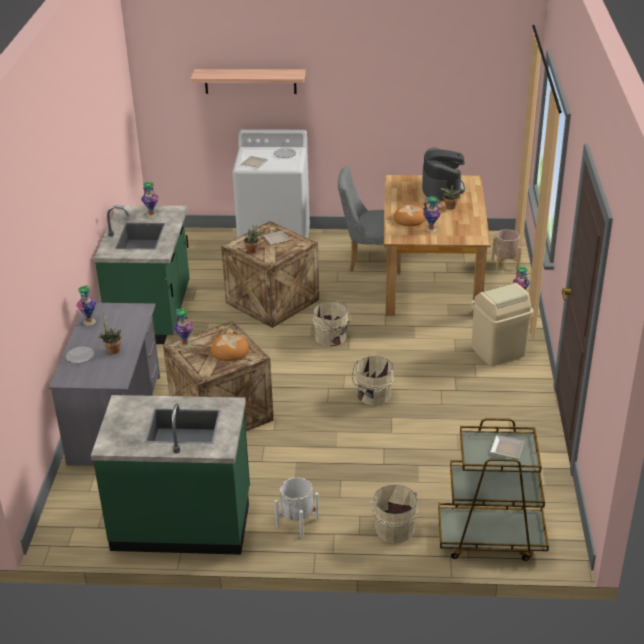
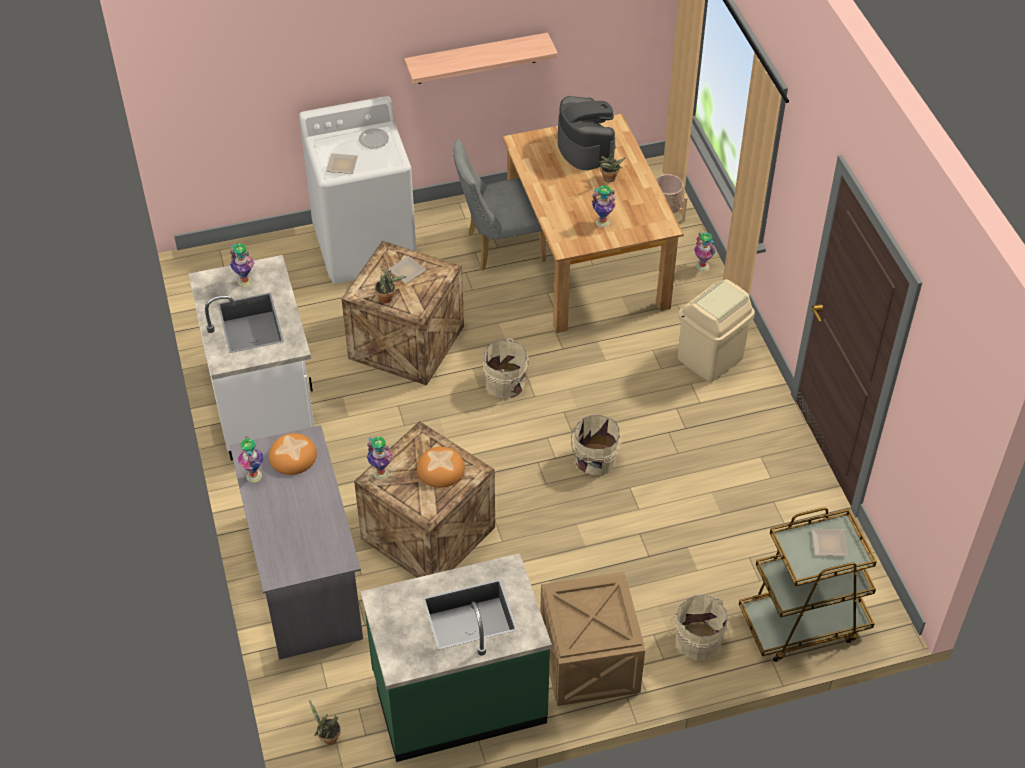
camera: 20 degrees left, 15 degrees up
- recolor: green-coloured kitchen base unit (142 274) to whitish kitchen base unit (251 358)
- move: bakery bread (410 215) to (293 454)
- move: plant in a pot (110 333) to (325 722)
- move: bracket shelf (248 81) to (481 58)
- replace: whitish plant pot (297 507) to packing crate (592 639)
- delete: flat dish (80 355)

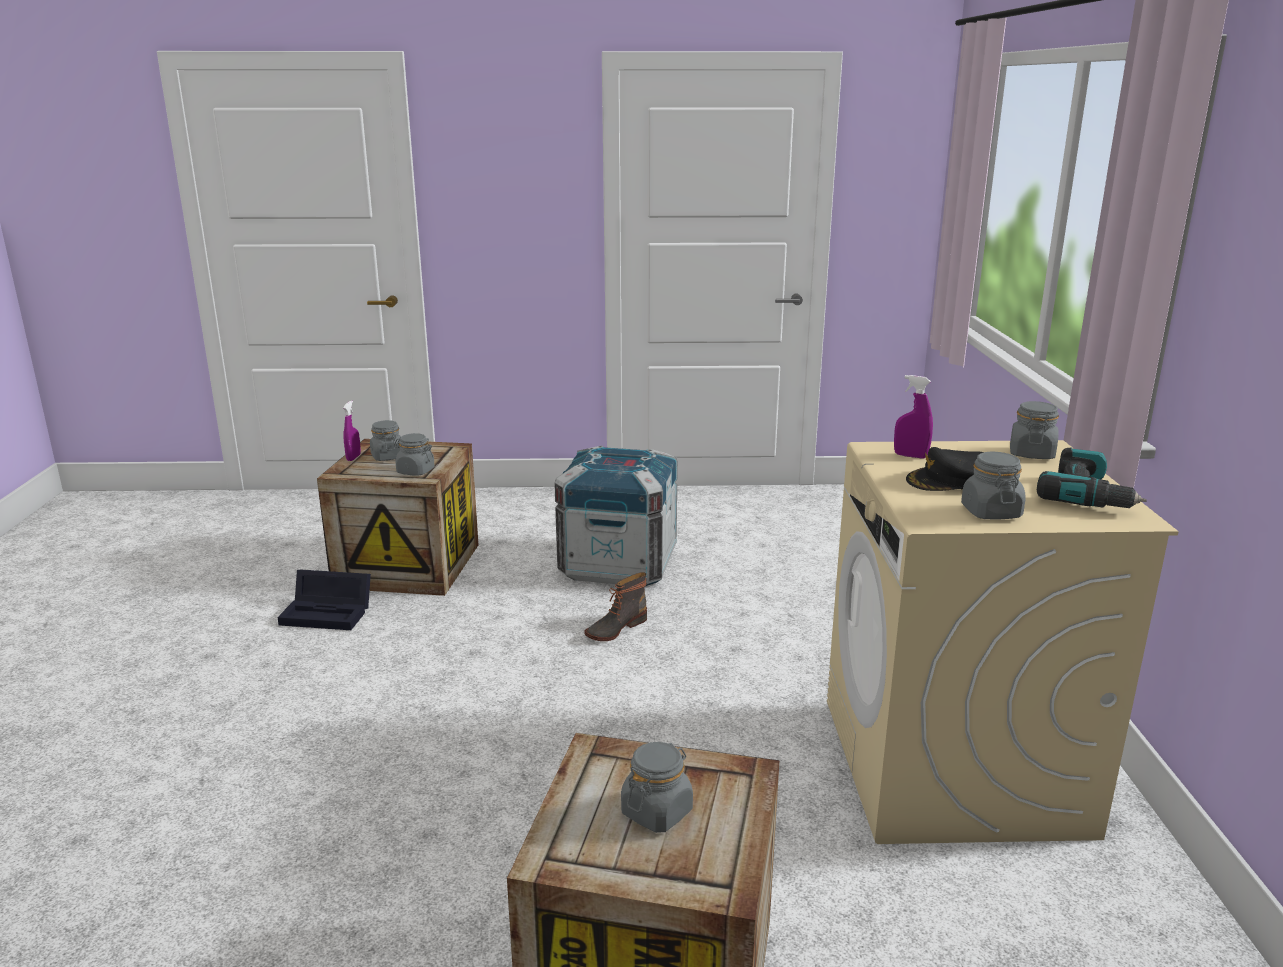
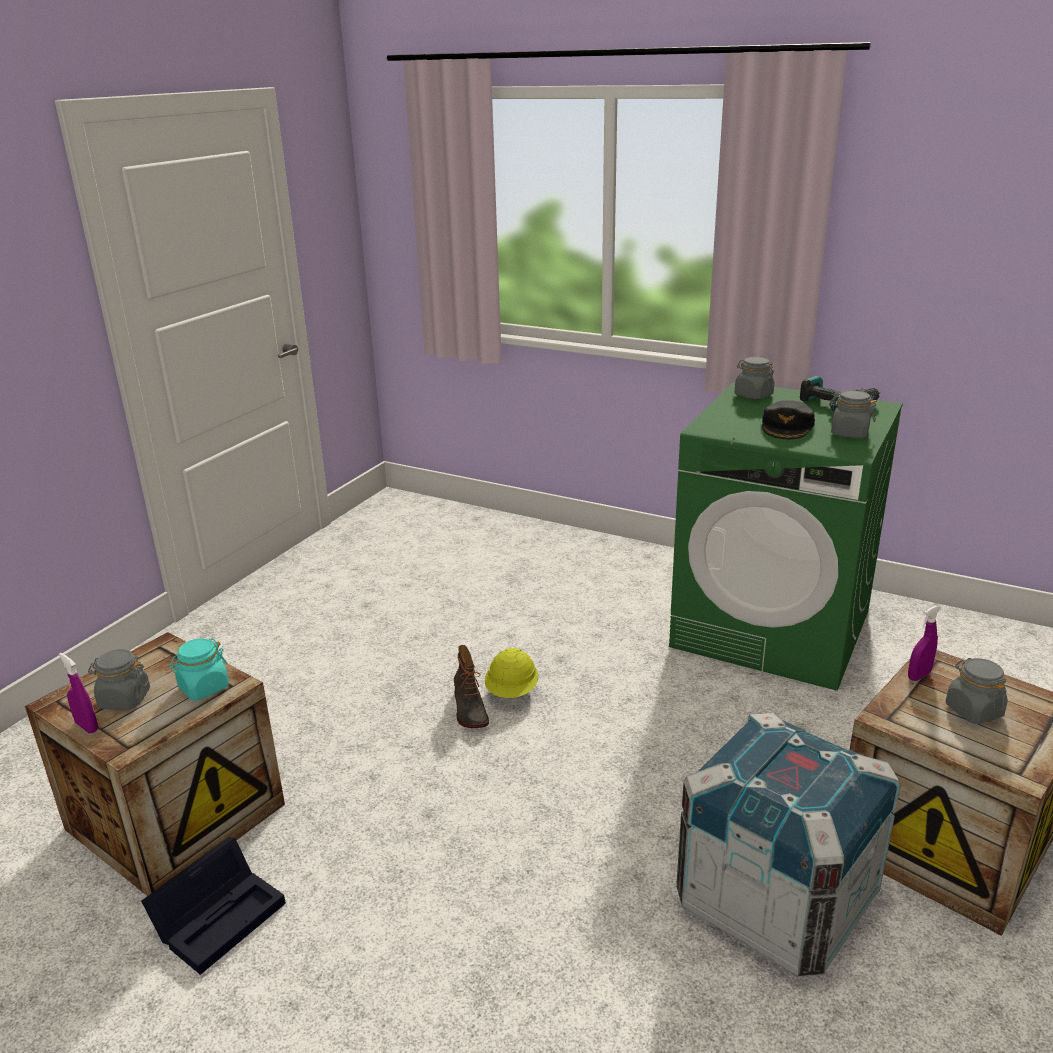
camera: 60 degrees left, 5 degrees up
- recolor: grey preserve jar (414 454) to turquoise preserve jar (199 669)
- insert: yellow-coloured hard hat (511 673)
- recolor: sand-coloured laundry appliance (1003 642) to green-coloured laundry appliance (786 536)
- move: packing crate (616 516) to (788 845)
- move: purple sprayer (913 417) to (924 643)

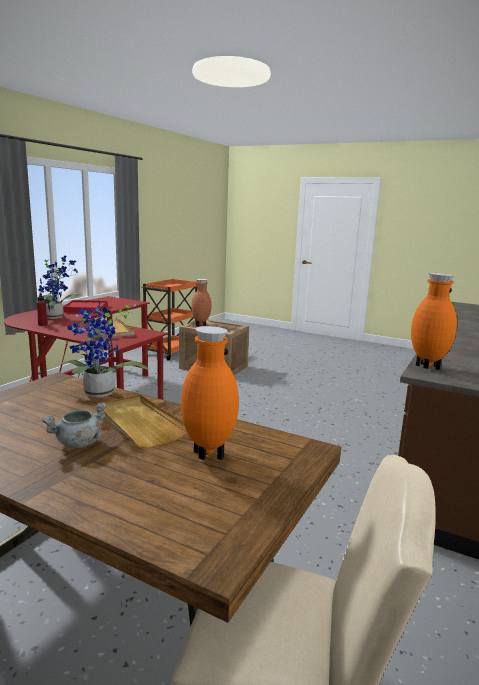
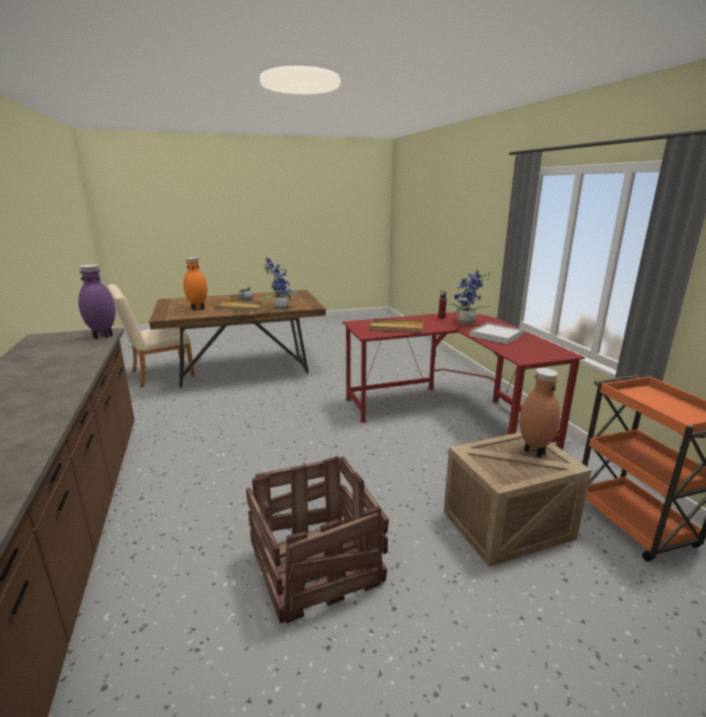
camera: 135 degrees right, 5 degrees up
- recolor: orangey vase (434 321) to purple vase (96 302)
- insert: packing crate (317 539)
- recolor: red tray (85 306) to whitish tray (497 333)

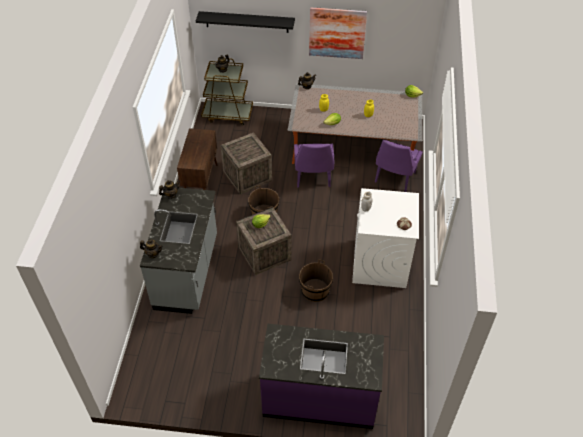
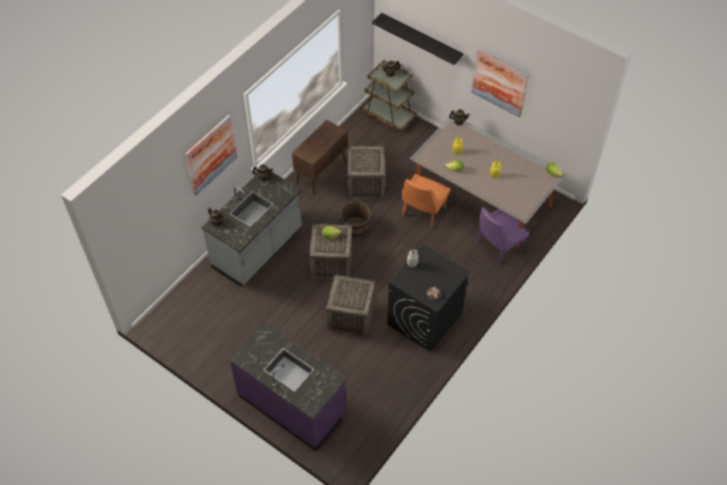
camera: 30 degrees right, 5 degrees up
- insert: picture (211 155)
- replace: brown-coloured pail (316 280) to packing crate (350 305)
- recolor: whitish laundry appliance (385 238) to black laundry appliance (428 298)
- recolor: purple upright chair (314 165) to orangey upright chair (426 201)

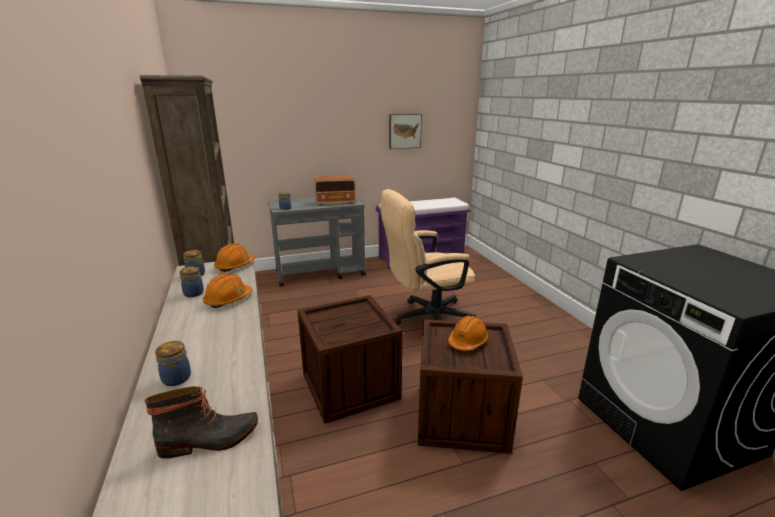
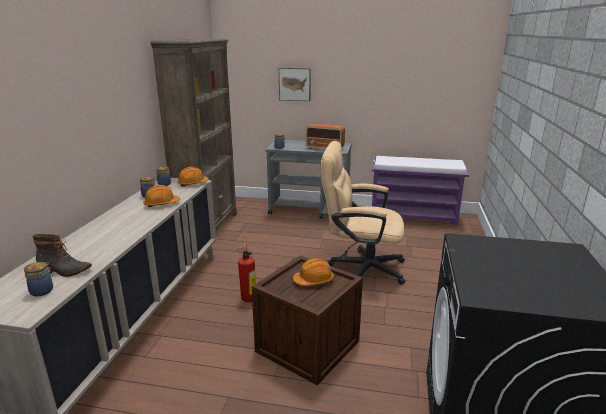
camera: 30 degrees right, 0 degrees up
- move: preserve jar (173 363) to (38 279)
- replace: packing crate (350 359) to fire extinguisher (246 269)
- move: picture (405 131) to (295 84)

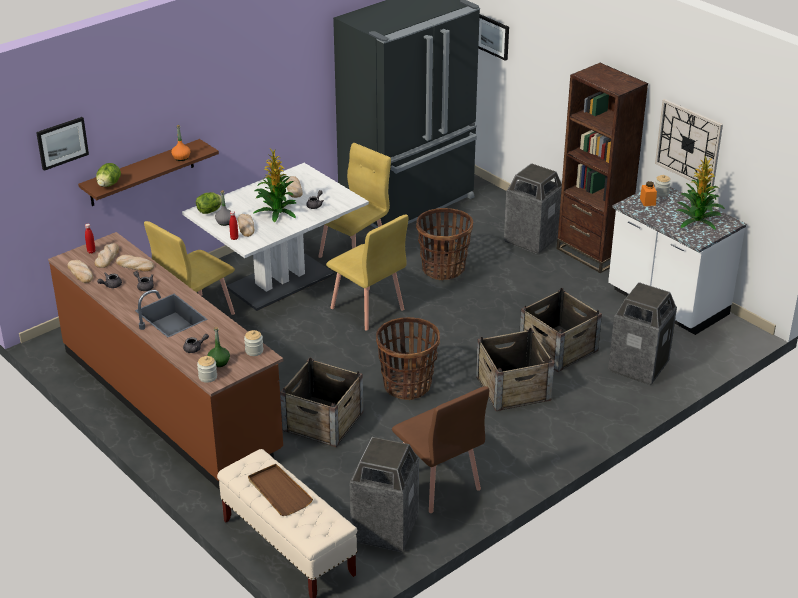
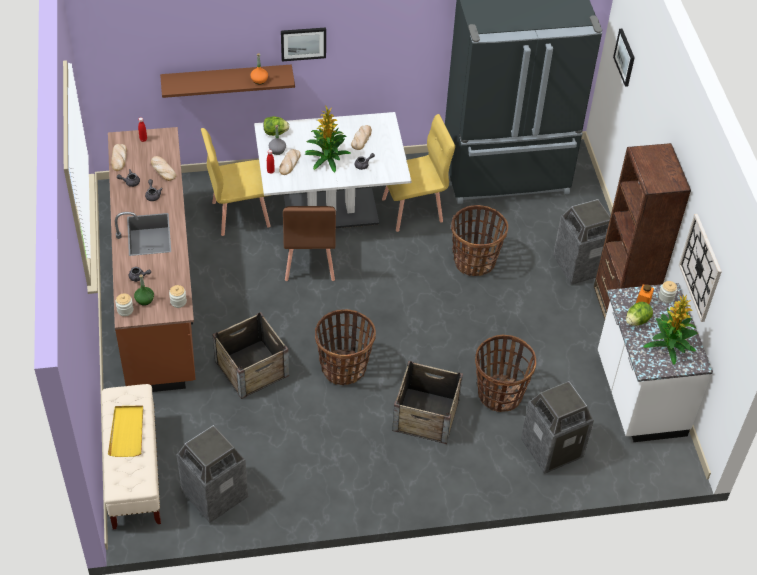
camera: 30 degrees right, 15 degrees up
- recolor: brown-coloured tray (280 490) to yellow-coloured tray (125 431)
- move: picture (62 144) to (303 44)
- move: brown-coloured upright chair (440 449) to (309 243)
- replace: packing crate (561 330) to storage basket (505 373)
- move: head of lettuce (108 175) to (639 314)
- delete: bakery bread (107 255)
- delete: yellow-coloured upright chair (367 272)

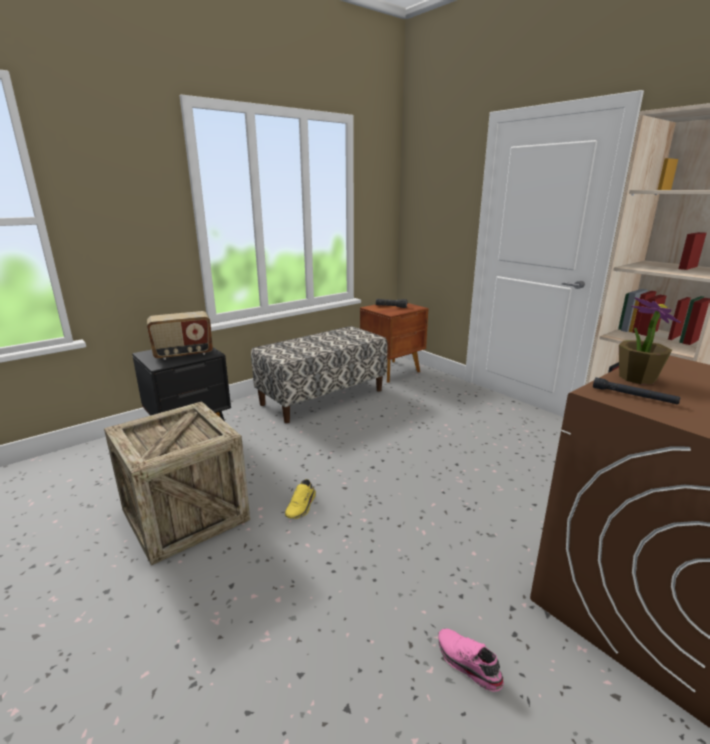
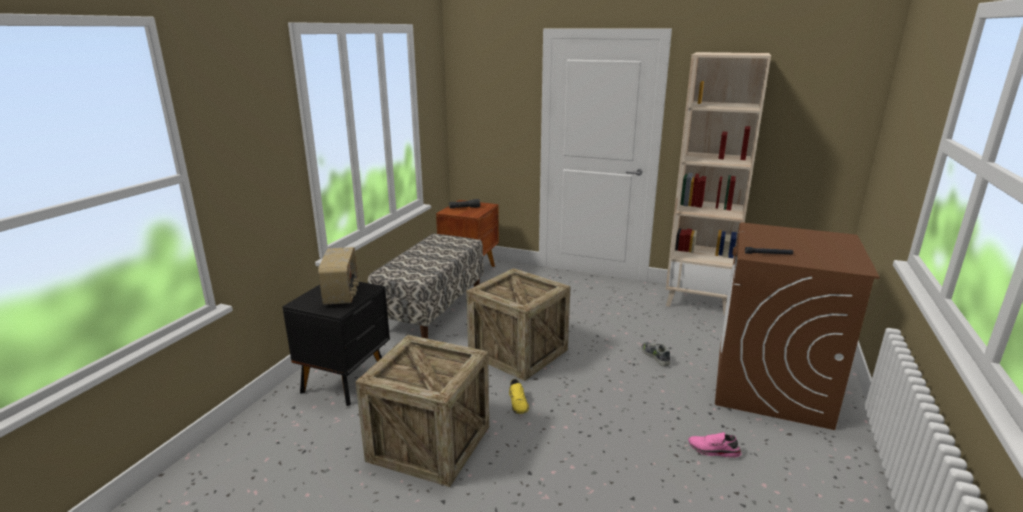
camera: 30 degrees left, 0 degrees up
- rotate: radio (180 335) = (339 276) 45 degrees counterclockwise
- insert: packing crate (518 324)
- insert: low shoe (655 354)
- delete: plant in a pot (650 340)

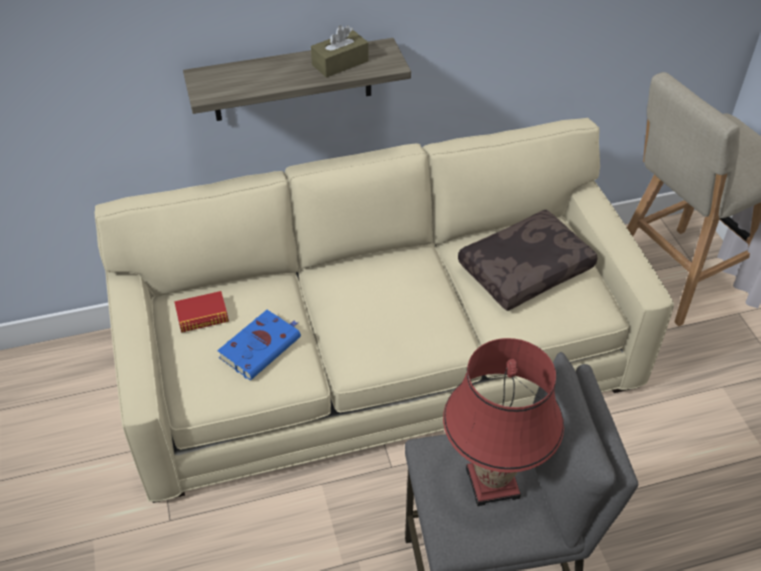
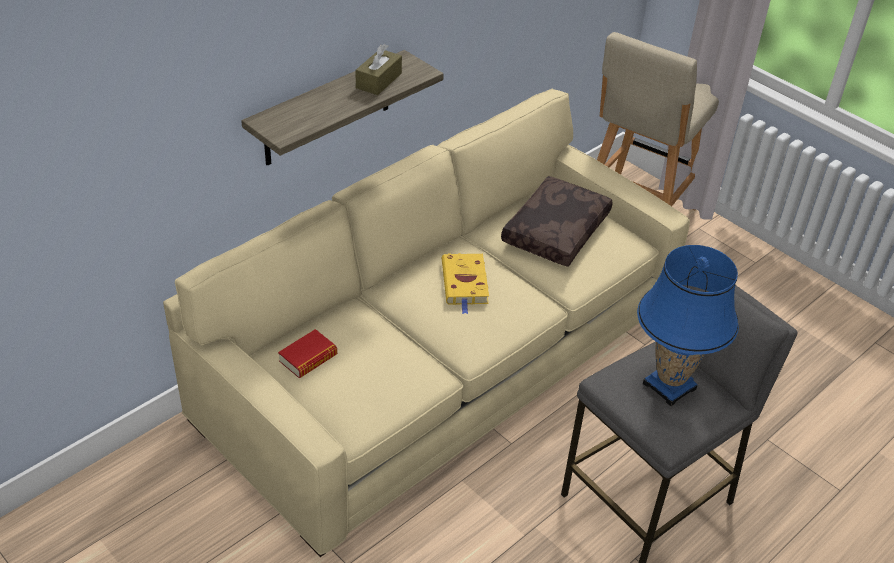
camera: 30 degrees left, 5 degrees down
- insert: yellow-coloured volume (465 283)
- recolor: red lamp for a table (503 422) to blue lamp for a table (688 325)
- delete: blue volume (259 345)

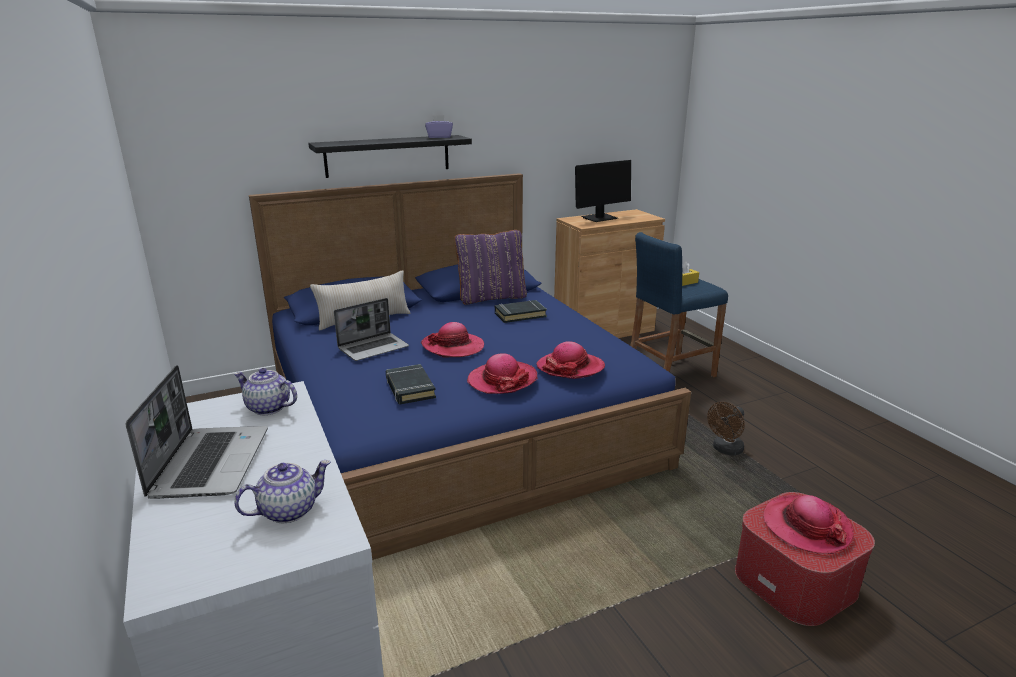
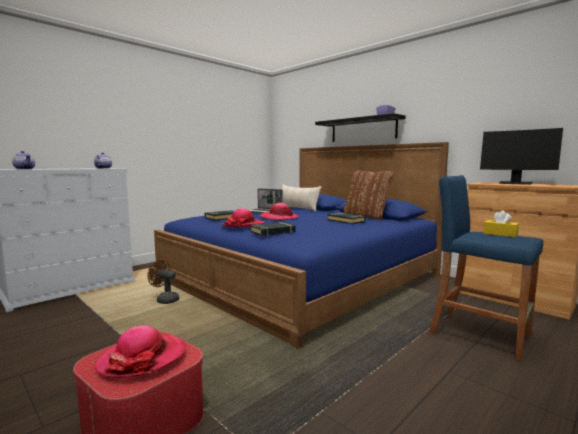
camera: 70 degrees right, 15 degrees down
- move: brown-coloured fan (726 428) to (163 282)
- replace: hat (570 360) to black volume (273 229)
- recolor: purple throw pillow (491 267) to brown-coloured throw pillow (369 195)
- delete: portable computer (197 432)

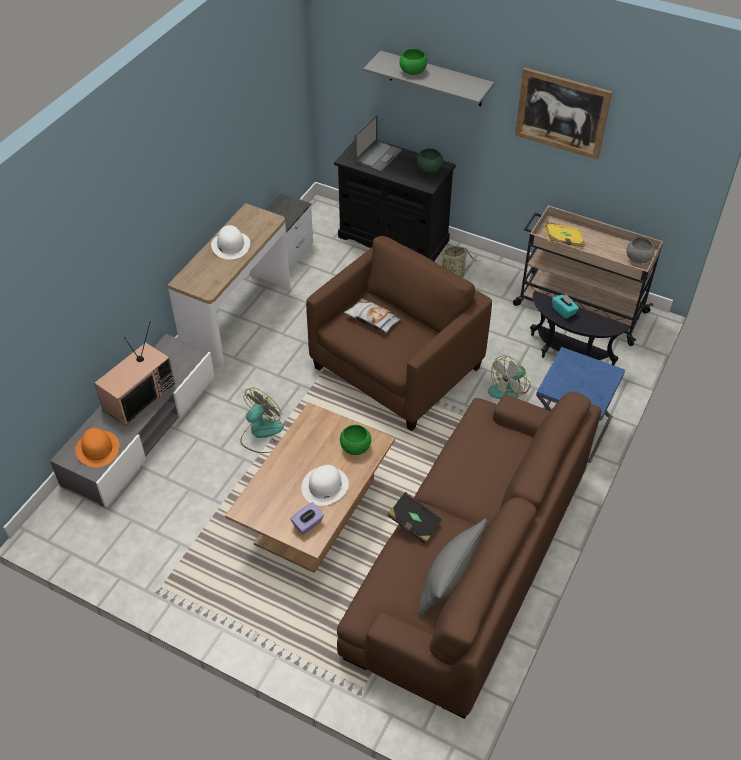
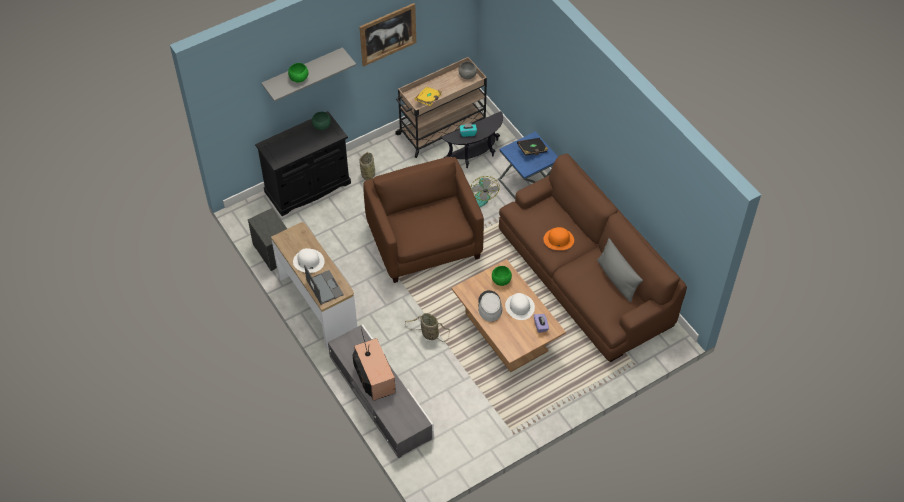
camera: 60 degrees left, 5 degrees up
- move: portable computer (378 143) to (324 285)
- replace: fan (262 420) to storage basket (427 327)
- insert: grey hat (490 306)
- move: black volume (414 518) to (532 147)
- move: orangey hat (97 447) to (558 238)
- delete: throw pillow (373 316)

